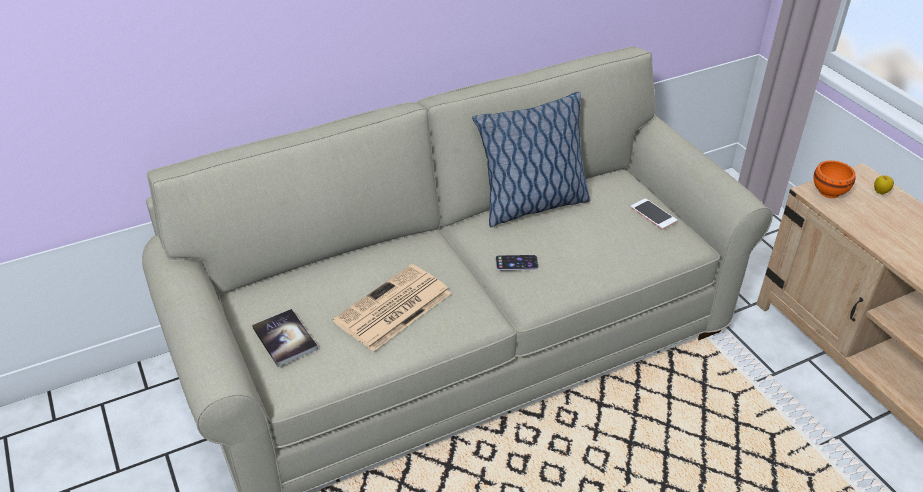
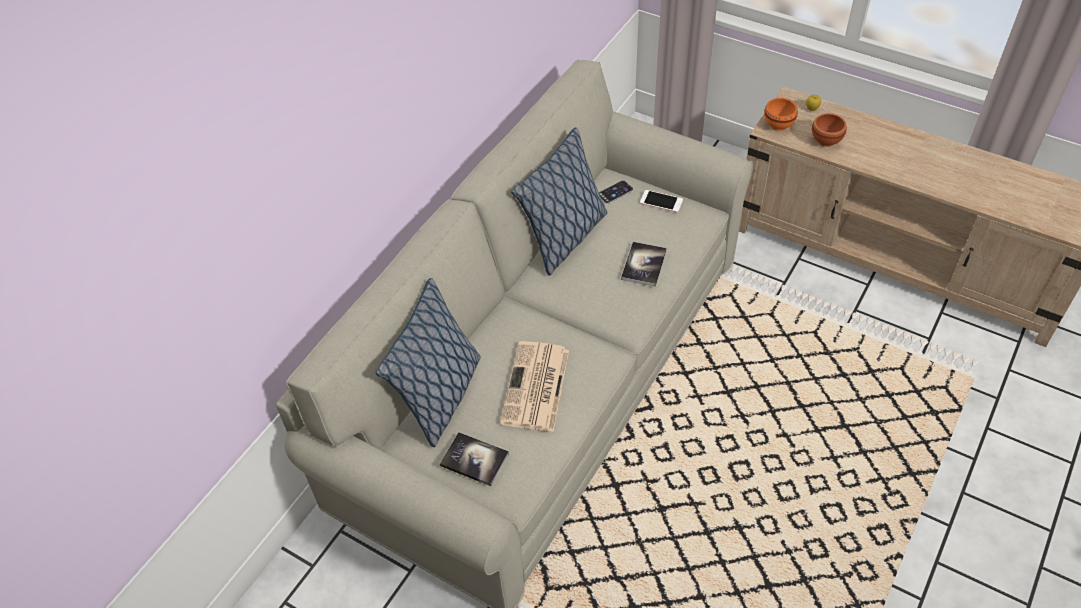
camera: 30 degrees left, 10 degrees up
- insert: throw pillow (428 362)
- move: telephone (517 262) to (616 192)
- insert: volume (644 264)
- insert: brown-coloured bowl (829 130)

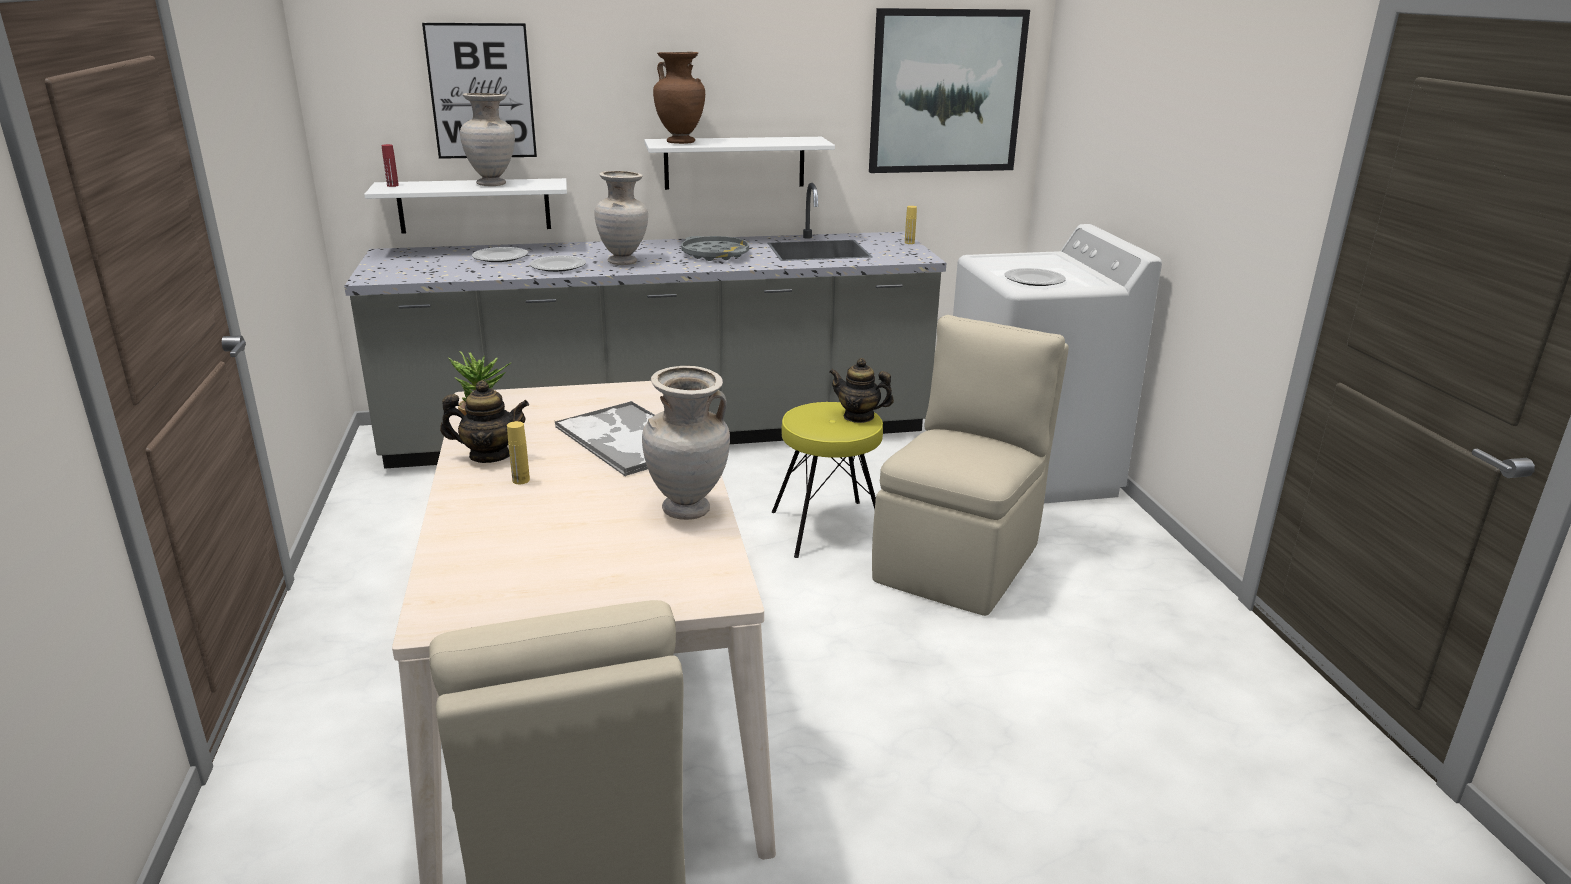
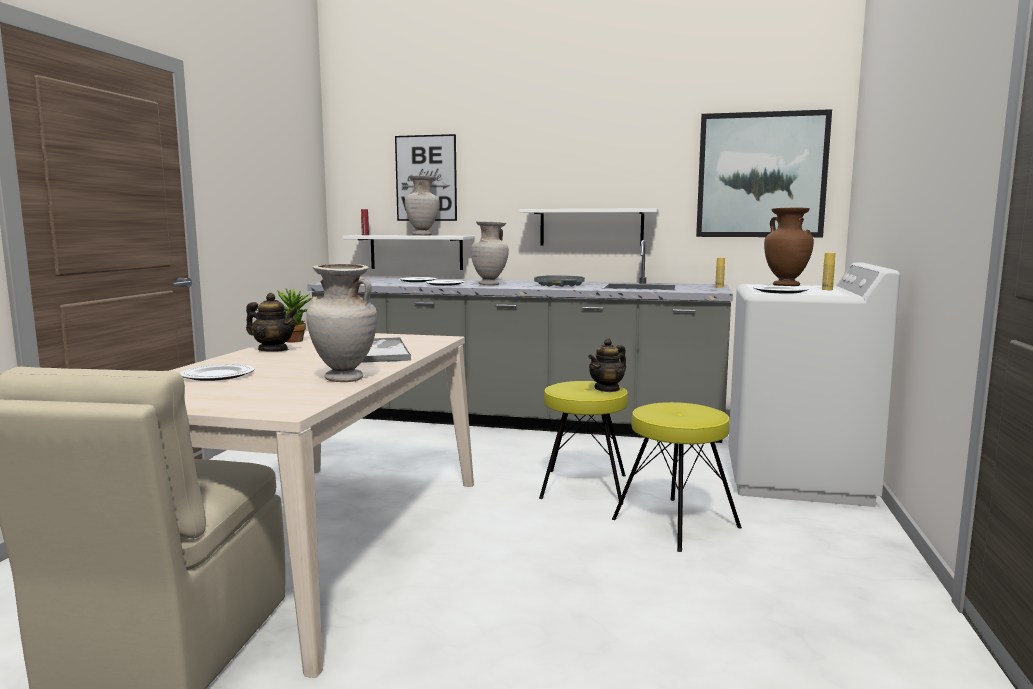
camera: 25 degrees right, 15 degrees down
- insert: flat dish (217 372)
- rotate: tea pot (861 390) = (607 365) 90 degrees counterclockwise
- replace: sand-coloured upright chair (970 465) to yellow-coloured stool (677 477)
- move: brown-coloured vase (679 98) to (789 247)
- move: yellow-coloured beverage bottle (518 452) to (828 271)

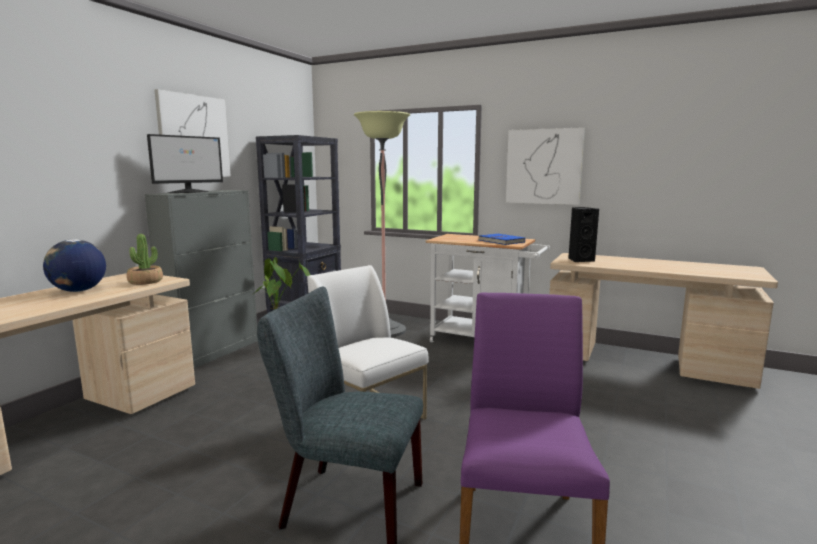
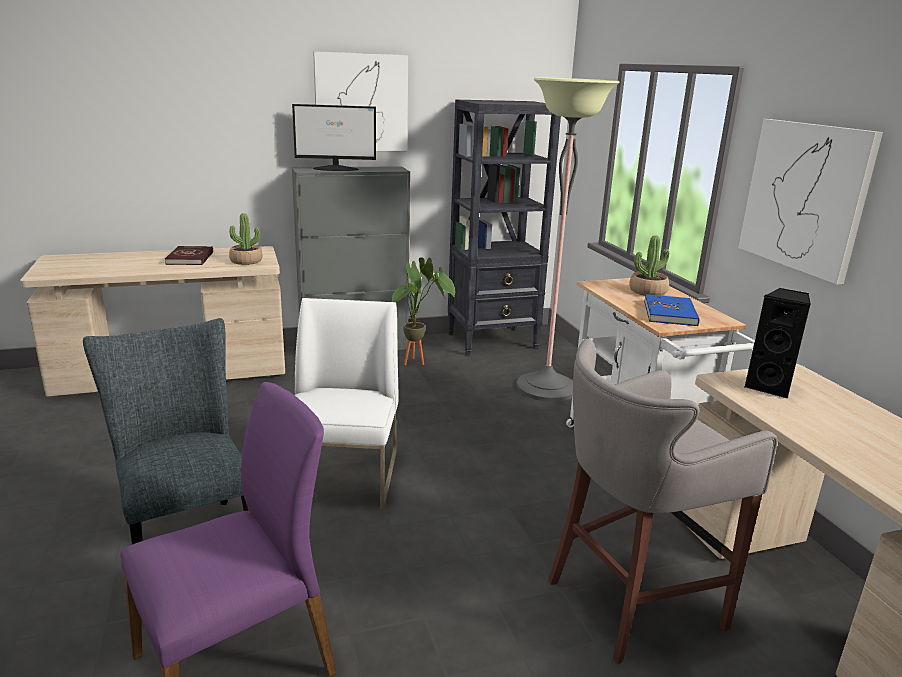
camera: 45 degrees right, 10 degrees up
- replace: desk globe (74 265) to red volume (189 255)
- insert: grey stool (663 502)
- insert: plant in a pot (649 265)

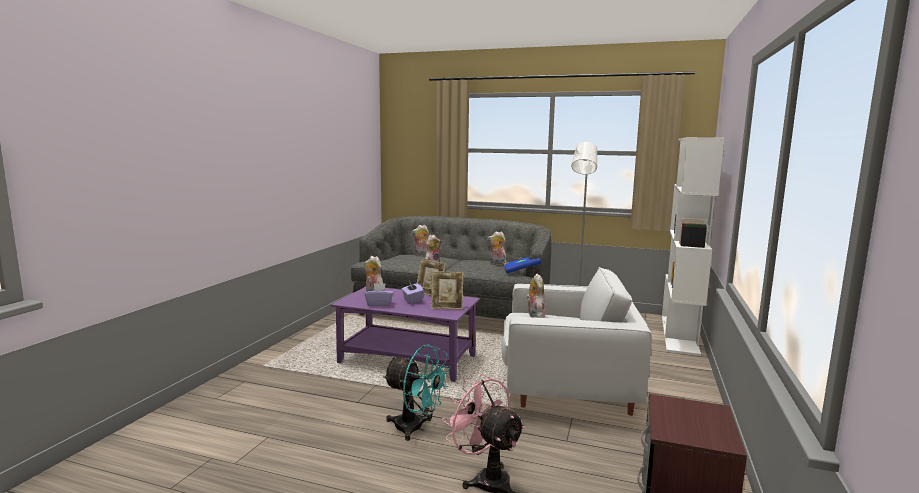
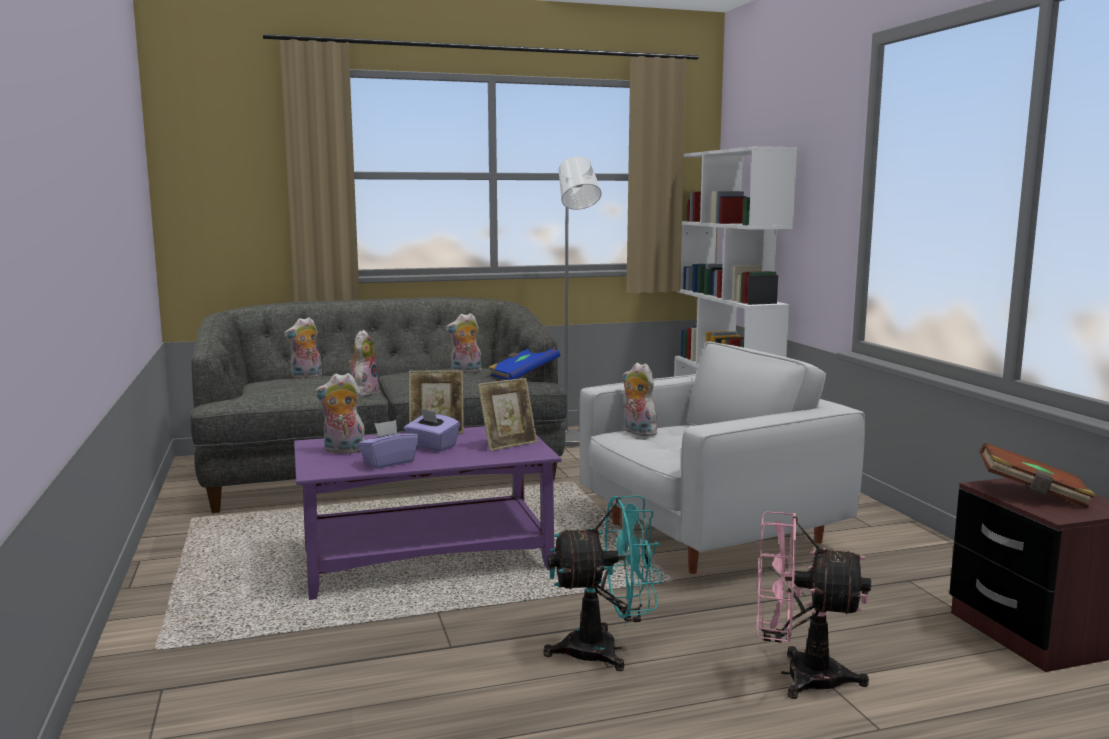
camera: 35 degrees left, 0 degrees up
- insert: brown-coloured volume (1038 475)

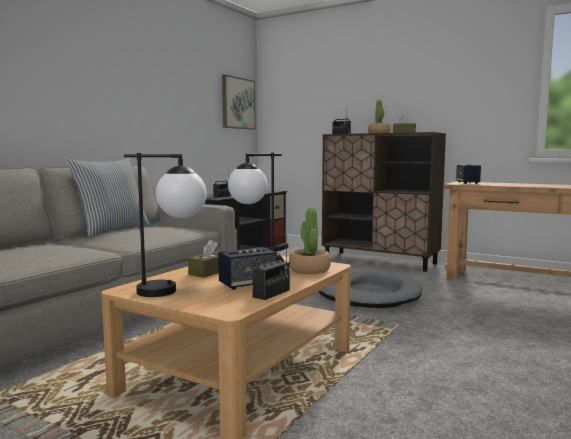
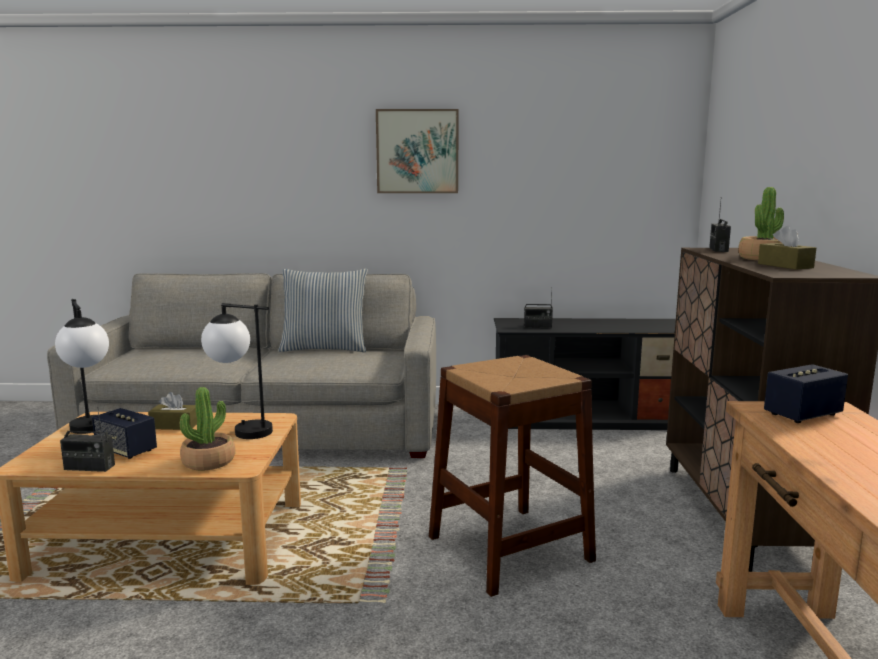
camera: 60 degrees right, 5 degrees up
- move: picture (238 102) to (417 151)
- replace: grey dog bed (370 289) to brown-coloured stool (512 476)

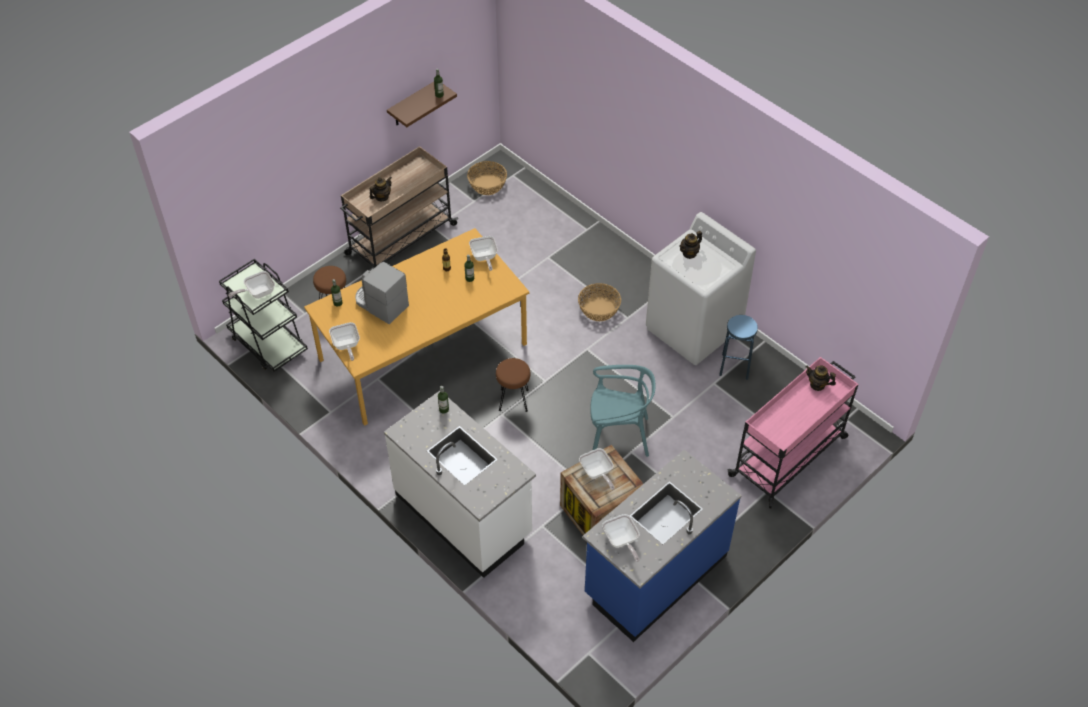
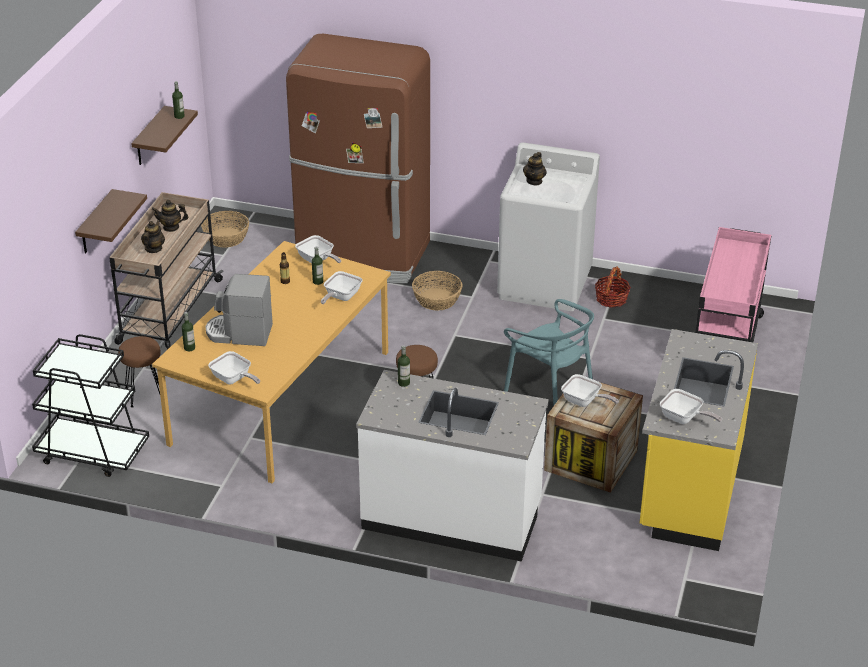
camera: 30 degrees left, 15 degrees down
- insert: brown-coloured bracket shelf (111 221)
- move: tea pot (821 378) to (170 216)
- insert: brown-coloured kitchen fridge (358 158)
- move: frying pan (251 285) to (342 287)
- rotate: turquoise upright chair (622 411) = (549 352) 75 degrees clockwise
- replace: blue stool (738 347) to storage basket (613 287)
- recolor: blue kitchen base unit (662 546) to yellow-coloured kitchen base unit (698 440)

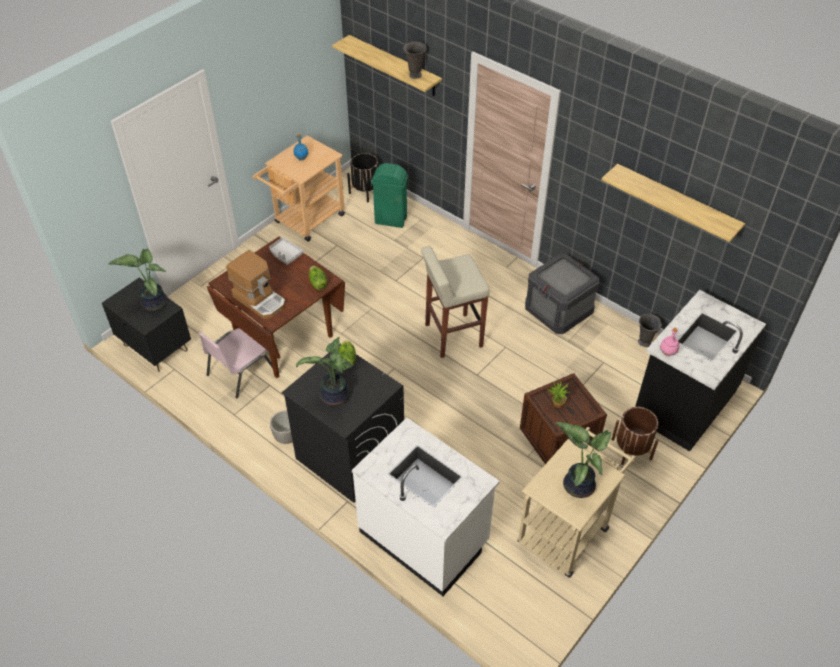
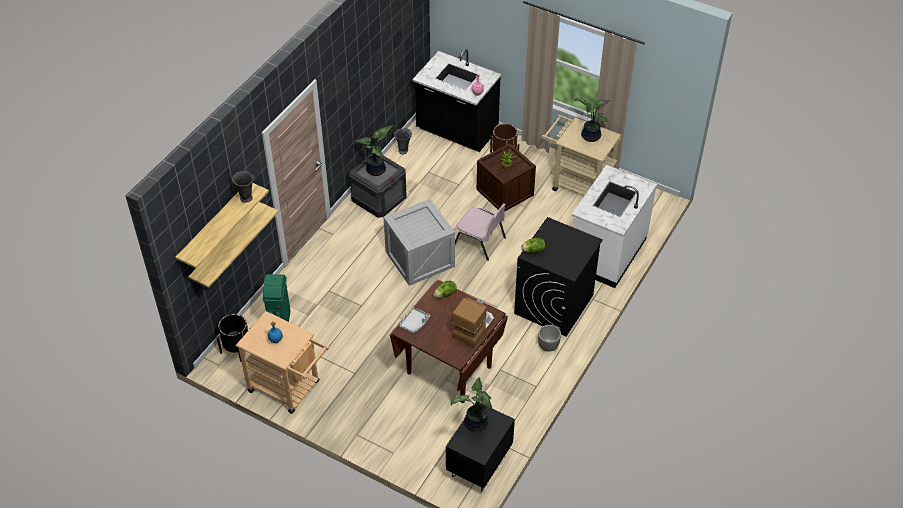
camera: 100 degrees left, 0 degrees up
- move: bracket shelf (673 203) to (233 245)
- move: plant in a pot (325 371) to (375 150)
- replace: sand-coloured stool (455 301) to packing crate (419 242)
- move: pink upright chair (235 363) to (480 232)

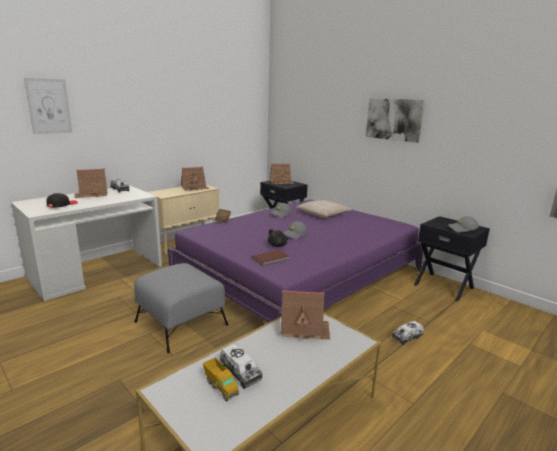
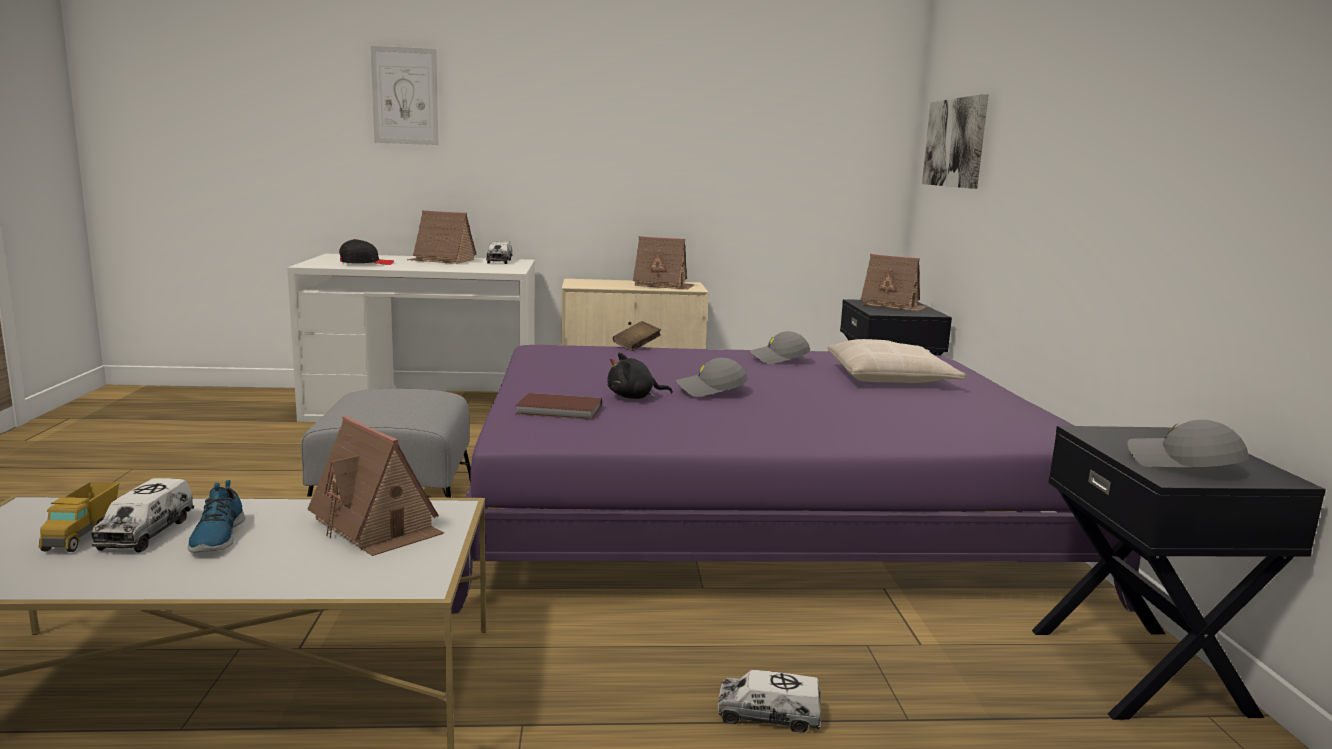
camera: 40 degrees right, 5 degrees down
- insert: low shoe (216 516)
- move: picture (395 120) to (955 141)

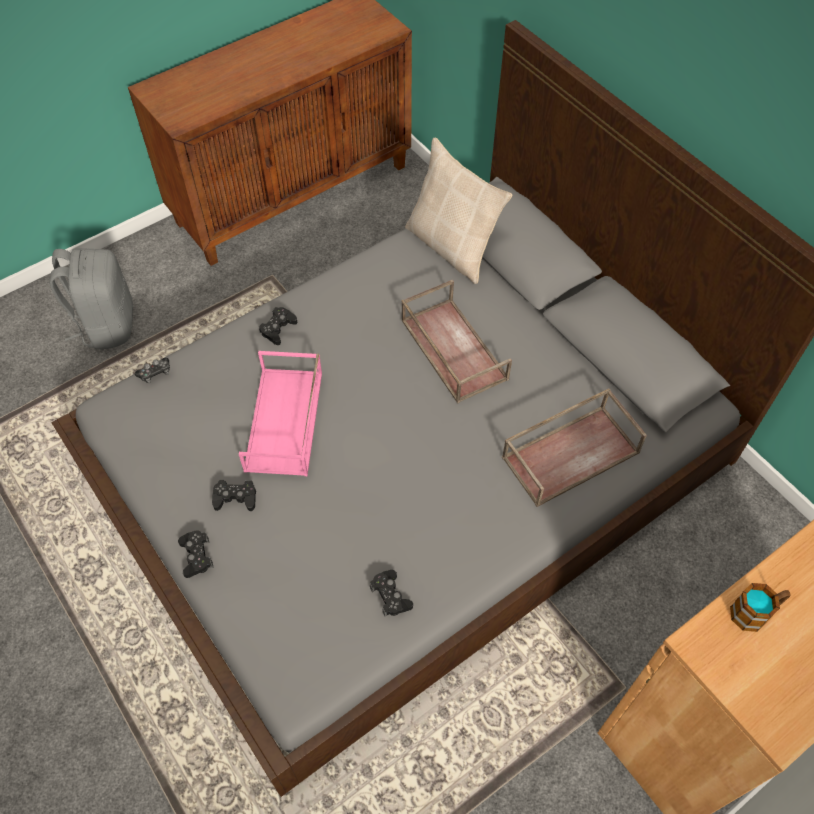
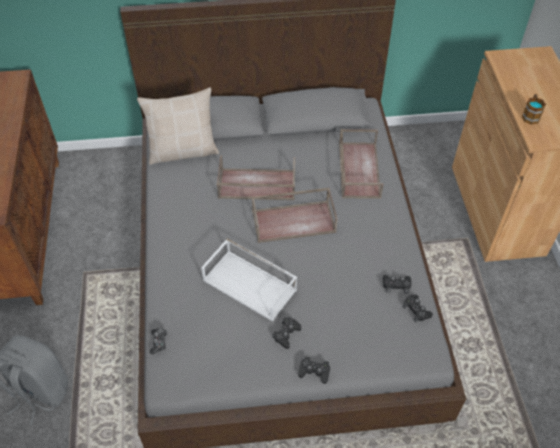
camera: 60 degrees left, 5 degrees down
- recolor: pink tray (280 413) to whitish tray (249 280)
- insert: brown-coloured tray (295 215)
- move: black game controller (278 326) to (418 308)

